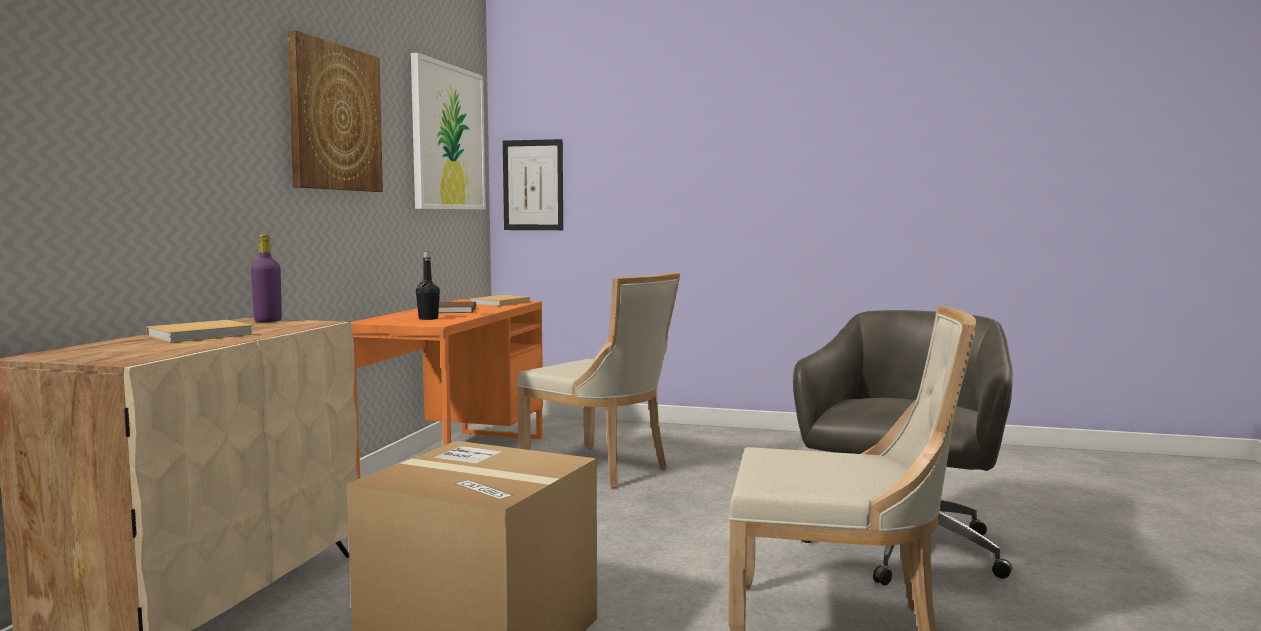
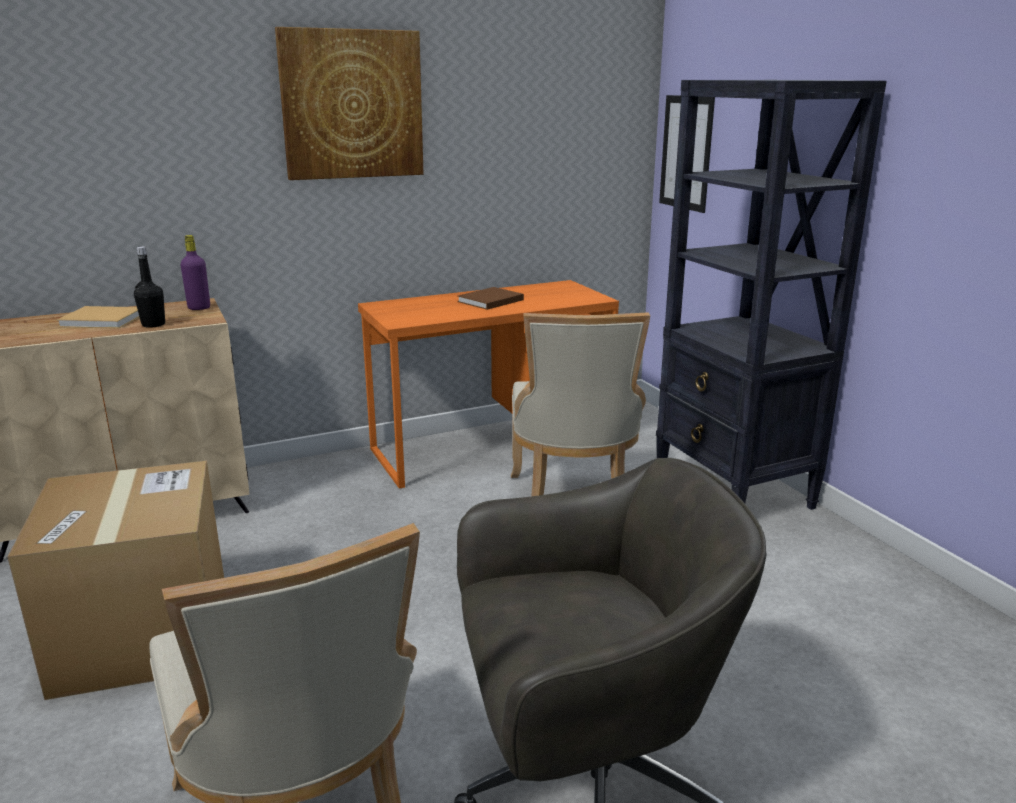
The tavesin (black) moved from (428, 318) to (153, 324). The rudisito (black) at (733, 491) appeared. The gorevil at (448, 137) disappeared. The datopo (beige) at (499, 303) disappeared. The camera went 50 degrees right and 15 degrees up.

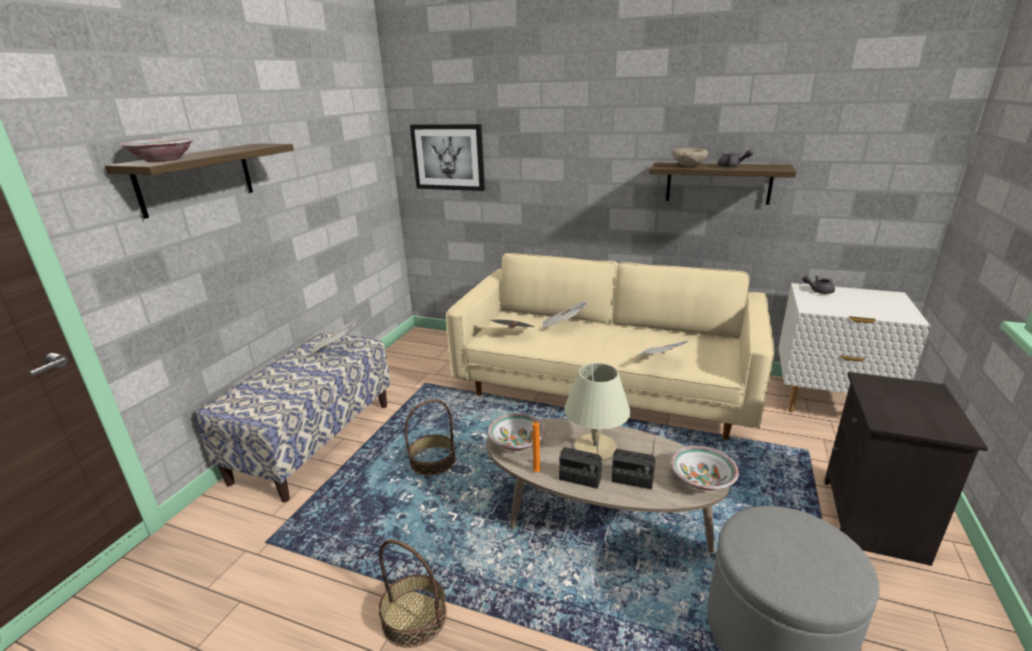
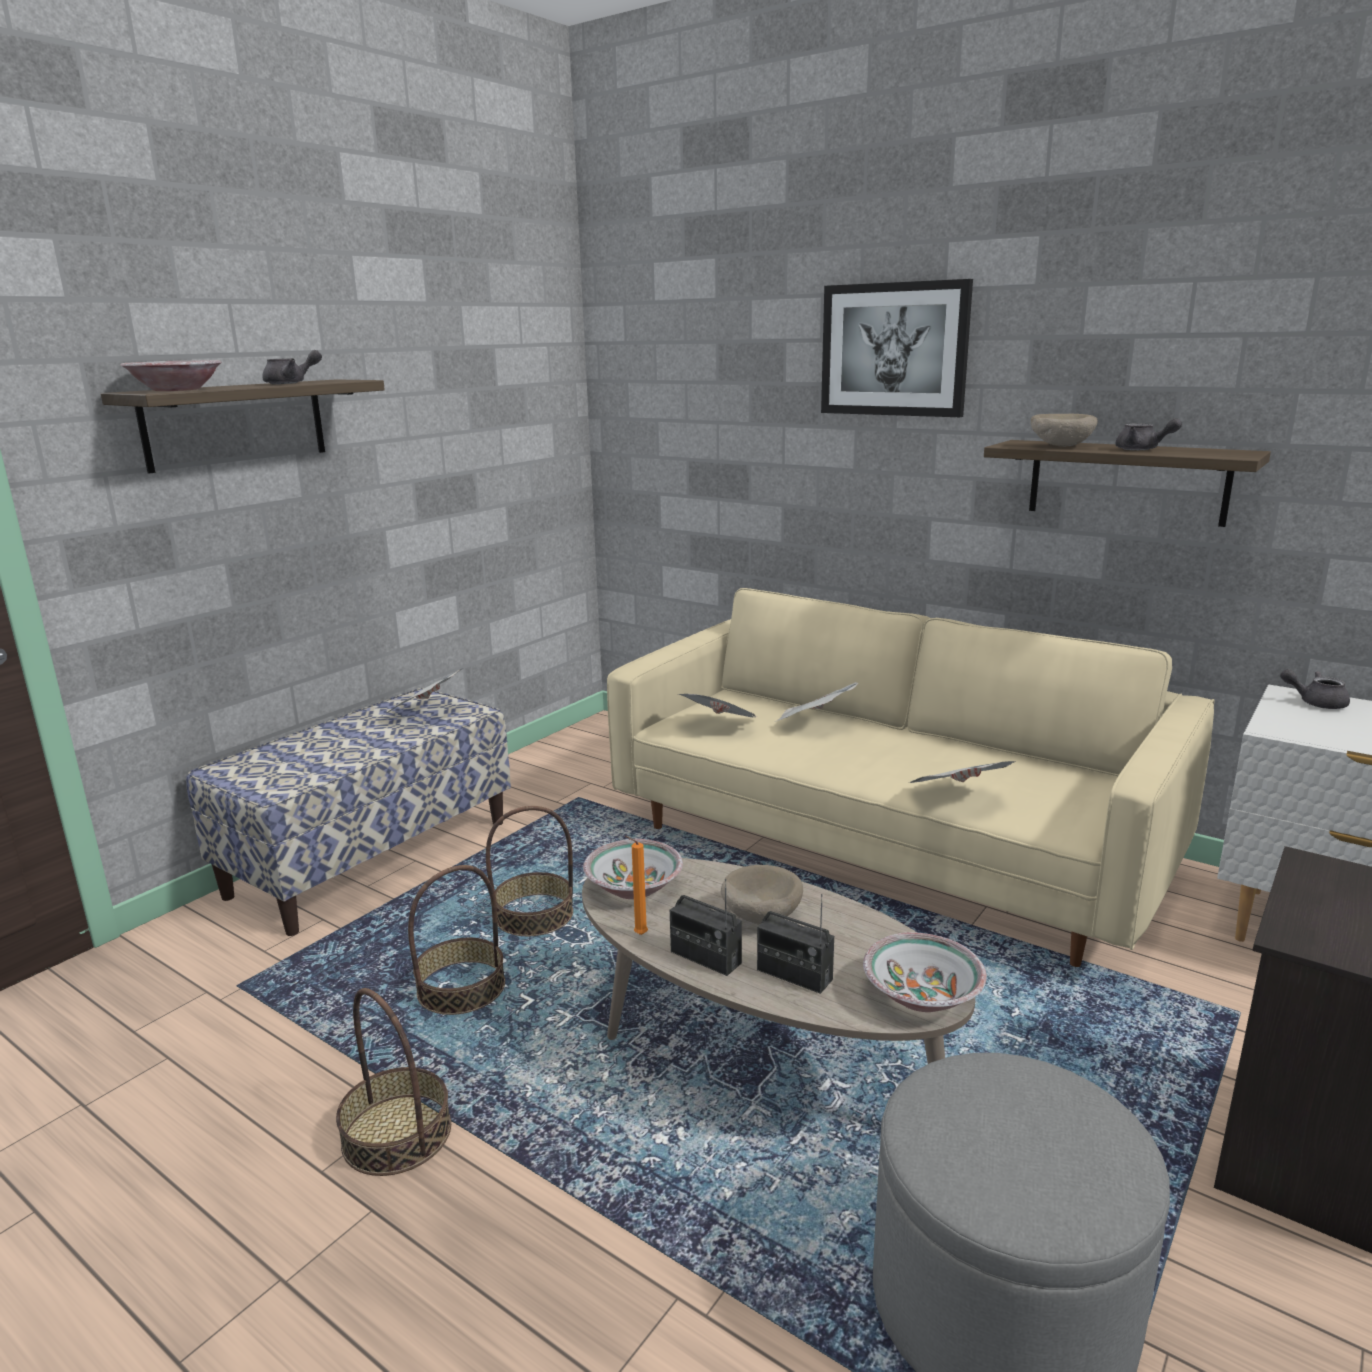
The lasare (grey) at (291, 383) appeared. The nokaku at (461, 988) appeared. The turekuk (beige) at (595, 448) was replaced by the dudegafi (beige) at (760, 916). The gorevil moved from (448, 157) to (894, 349). The camera went 15 degrees right and 5 degrees down.

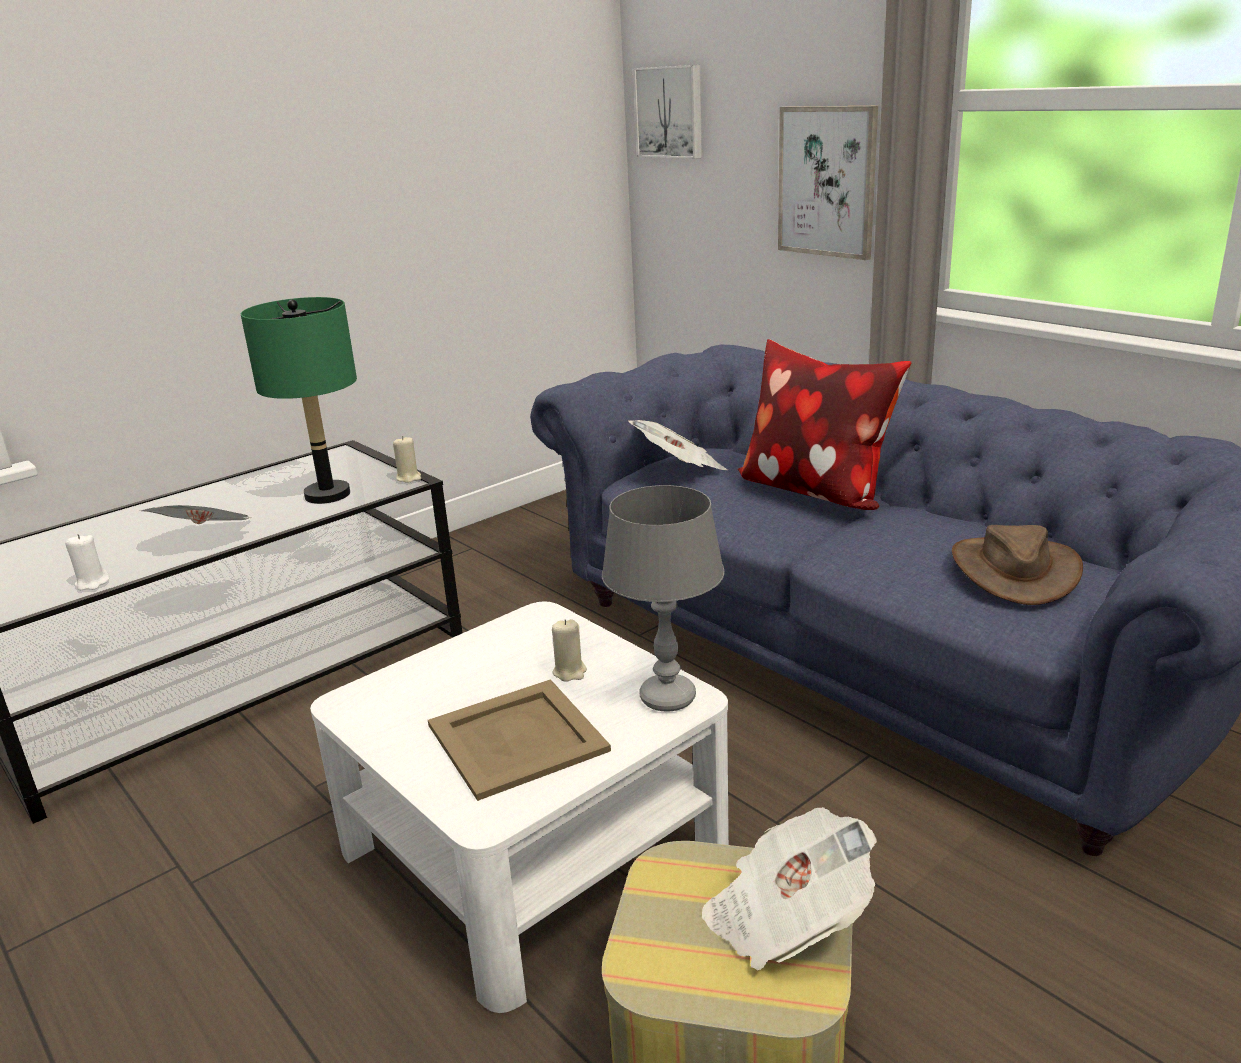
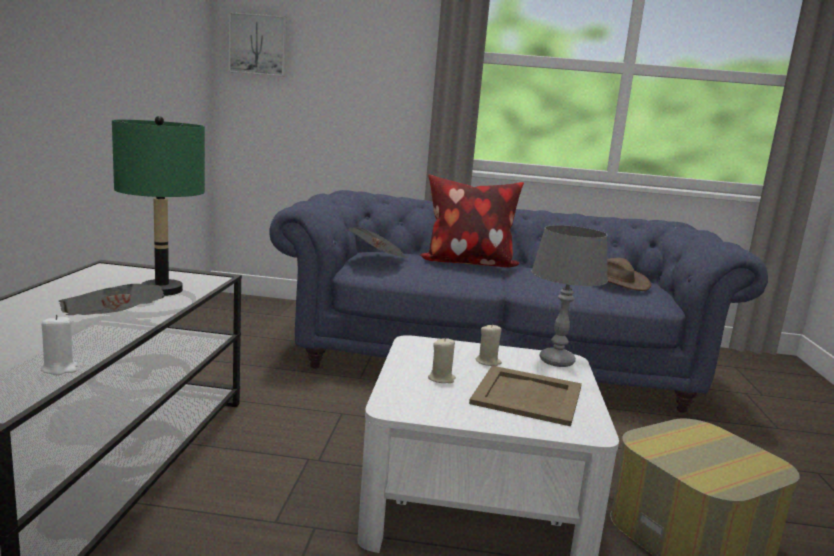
The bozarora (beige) moved from (409, 478) to (441, 379). The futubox at (786, 919) disappeared. The gorevil at (827, 182) disappeared. The camera went 45 degrees left and 10 degrees down.

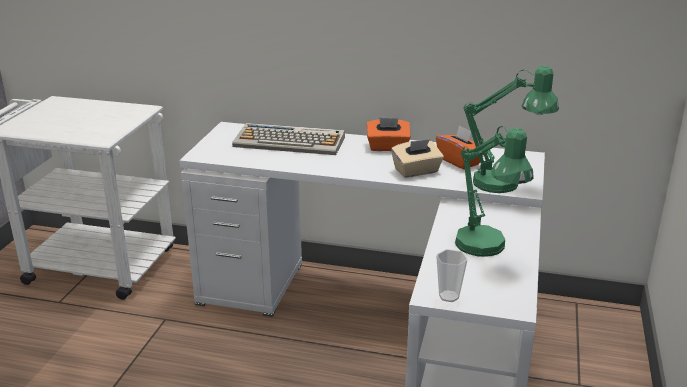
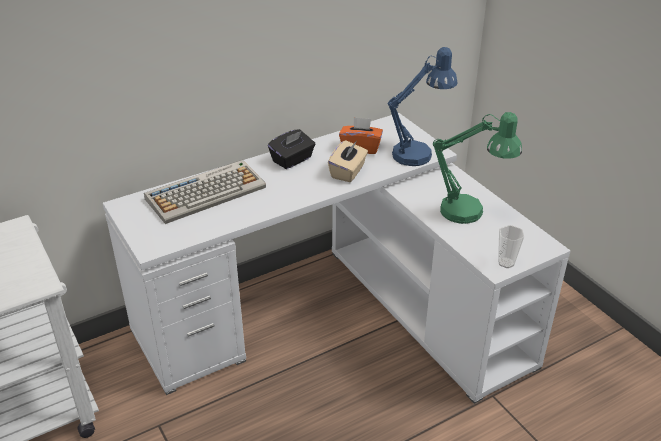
The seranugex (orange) at (388, 147) became the seranugex (black) at (292, 160). The turekuk (green) at (505, 184) became the turekuk (blue) at (418, 153). The camera went 45 degrees left and 10 degrees up.

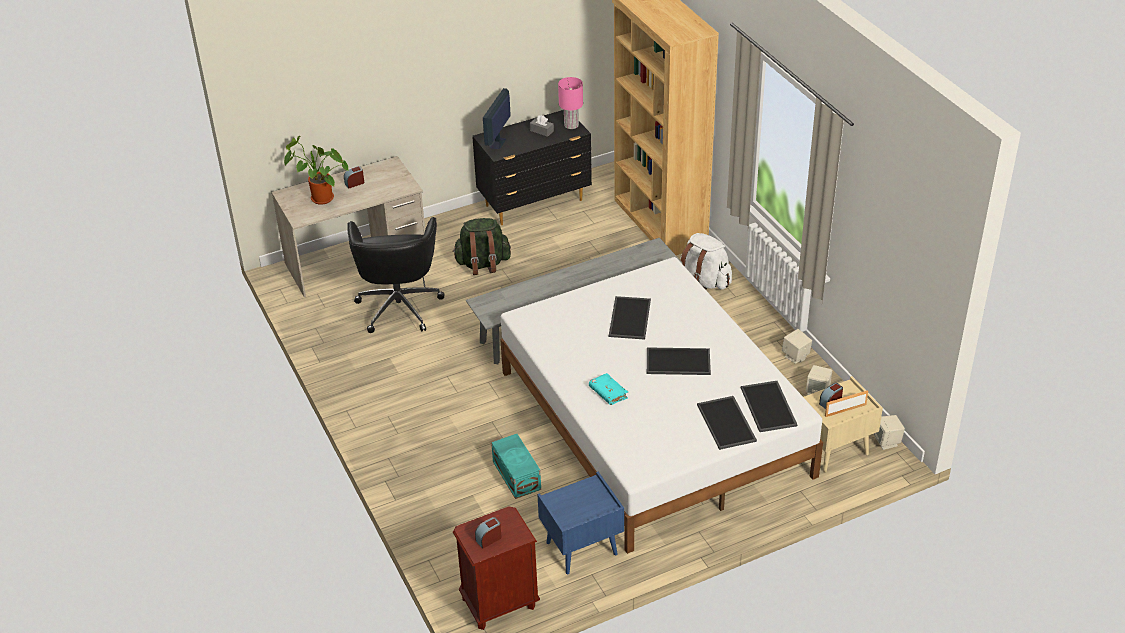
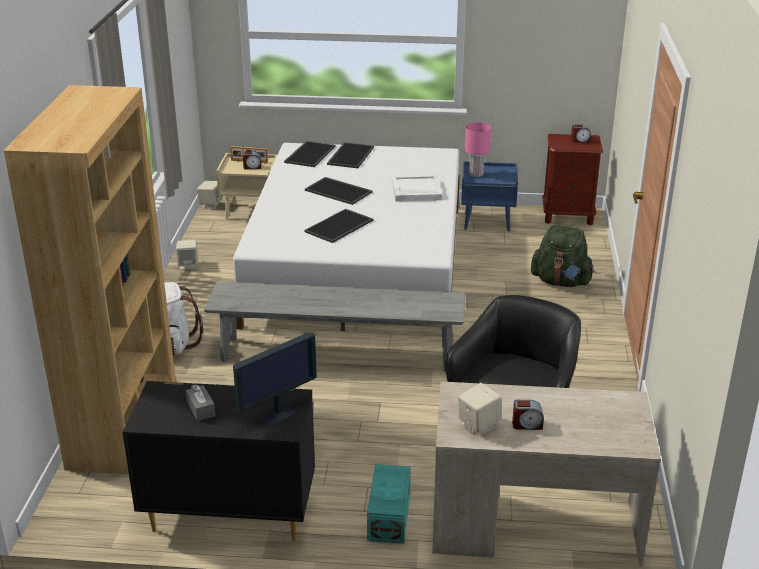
The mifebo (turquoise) moved from (517, 474) to (388, 517). The datopo (turquoise) at (608, 393) was replaced by the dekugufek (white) at (416, 191). The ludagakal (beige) moved from (818, 392) to (478, 425). The turekuk (pink) moved from (571, 125) to (476, 174). The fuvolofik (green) moved from (483, 264) to (561, 282). The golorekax at (319, 199) disappeared. The camera went 150 degrees left and 10 degrees down.

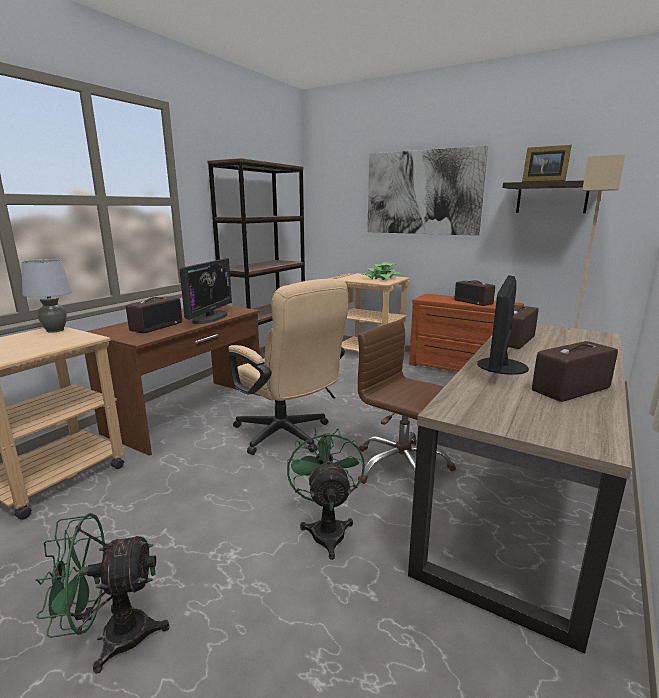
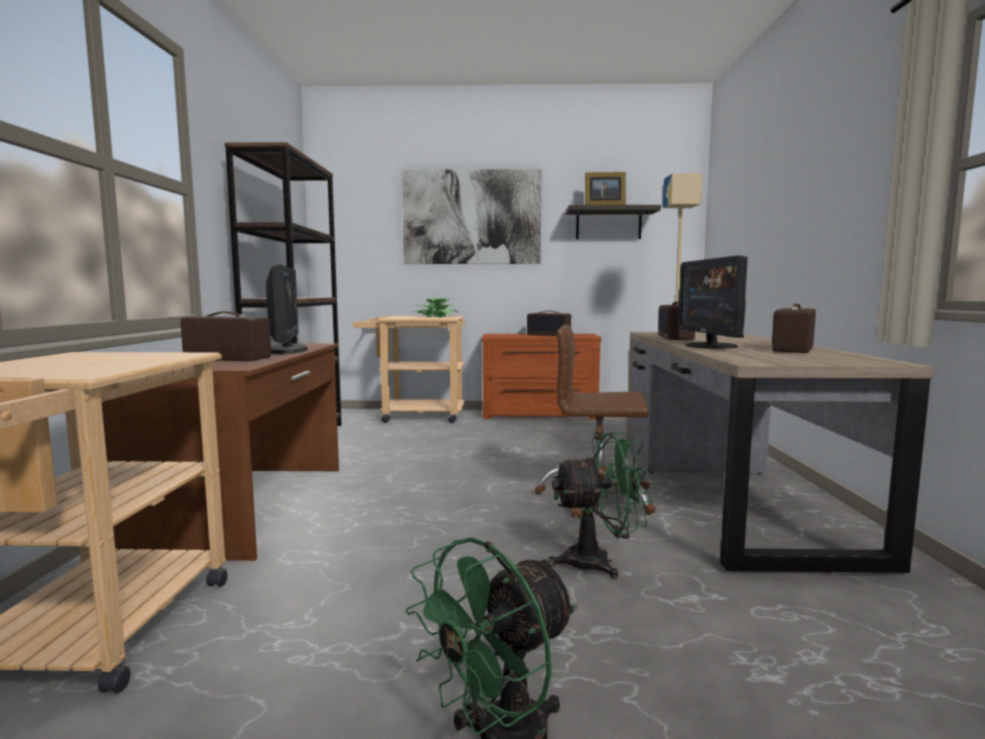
The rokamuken at (156, 326) turned 75 degrees counterclockwise. The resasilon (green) at (327, 529) turned 120 degrees clockwise. The turekuk (grey) at (55, 330) disappeared. The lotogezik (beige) at (287, 436) disappeared. The camera went 30 degrees left and 10 degrees down.

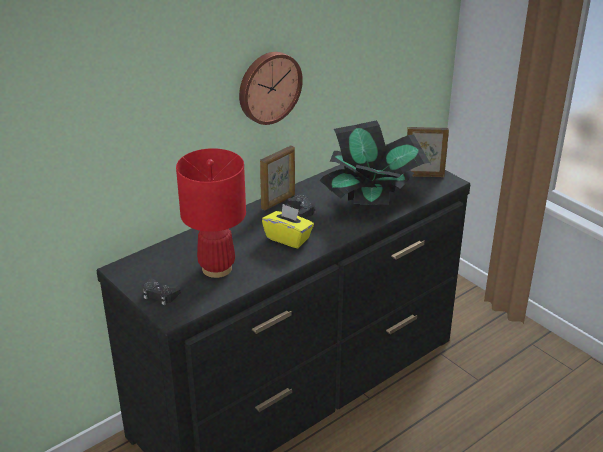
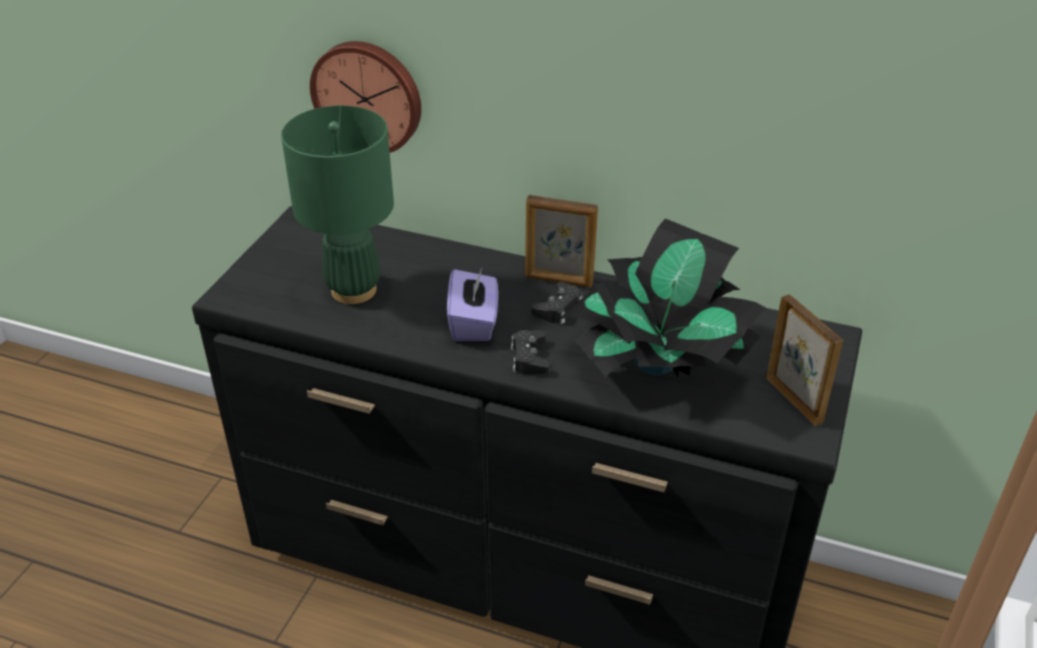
The turekuk (red) at (217, 268) became the turekuk (green) at (354, 290). The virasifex moved from (268, 87) to (368, 96). The seranugex (yellow) at (288, 238) became the seranugex (purple) at (474, 323). The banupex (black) moved from (160, 295) to (529, 358). The camera went 60 degrees right and 5 degrees up.

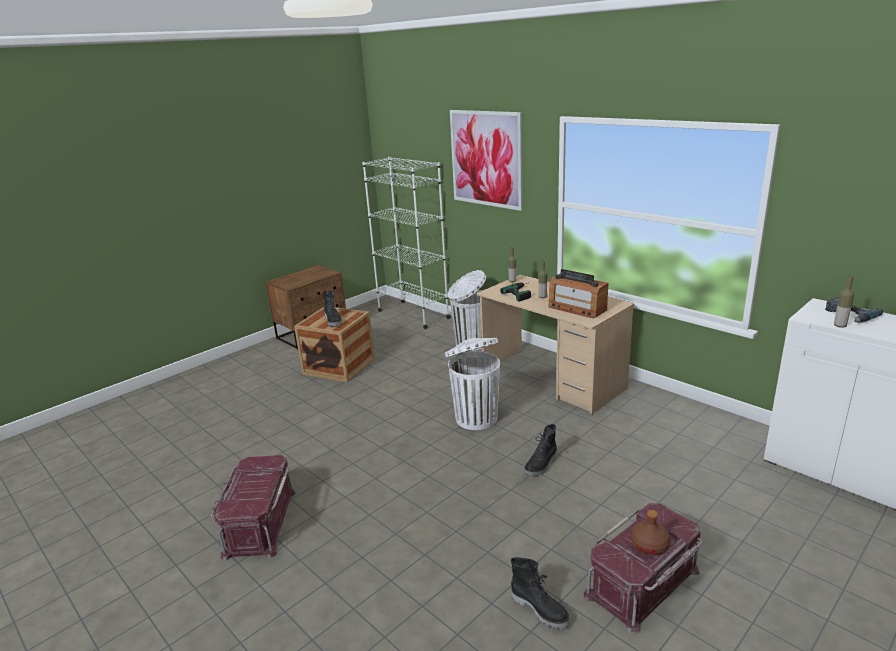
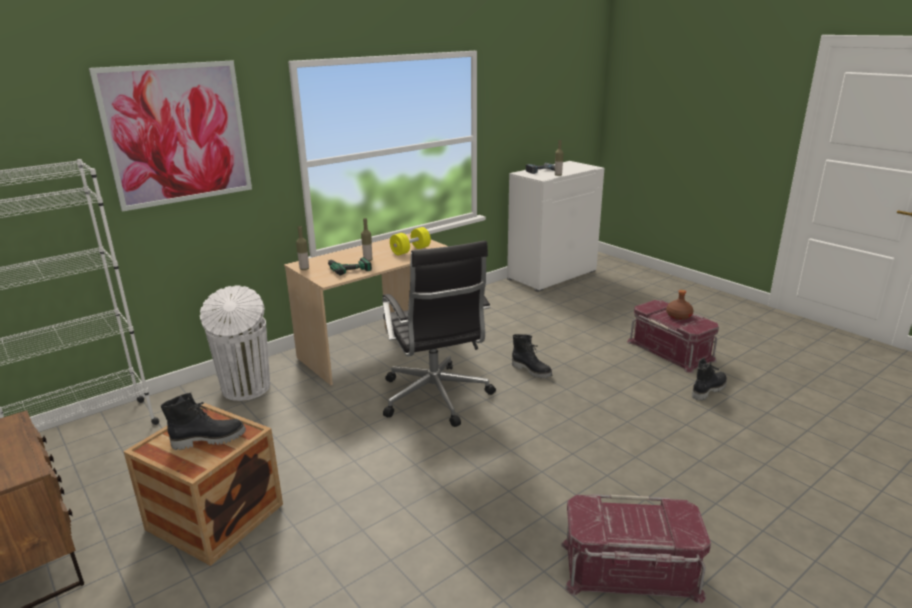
The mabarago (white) at (475, 417) was replaced by the lotogezik (black) at (436, 398). The rokamuken at (577, 308) was replaced by the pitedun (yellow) at (410, 250). The camera went 85 degrees left and 0 degrees up.

